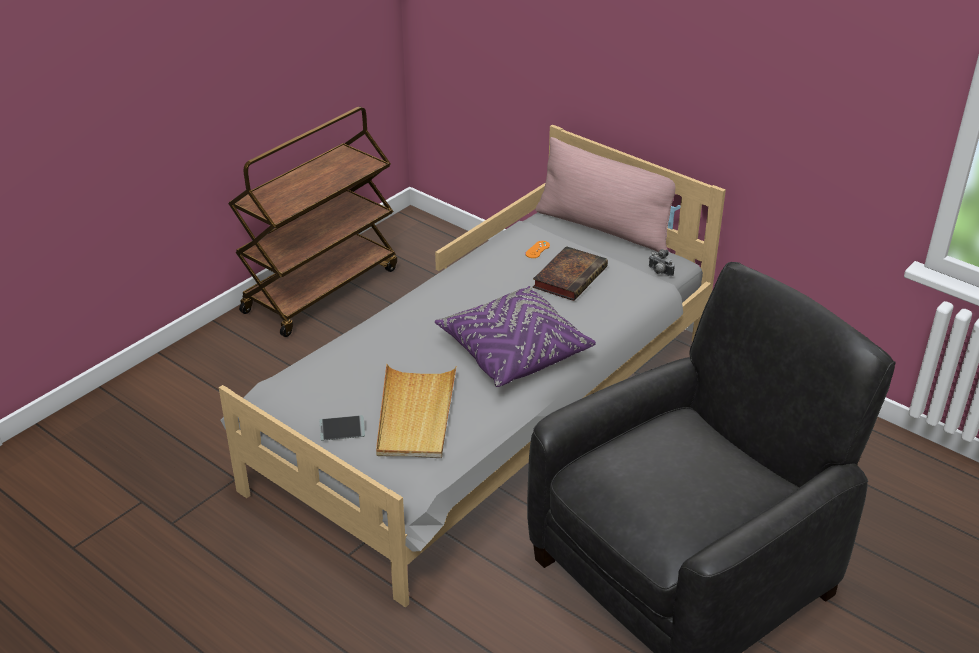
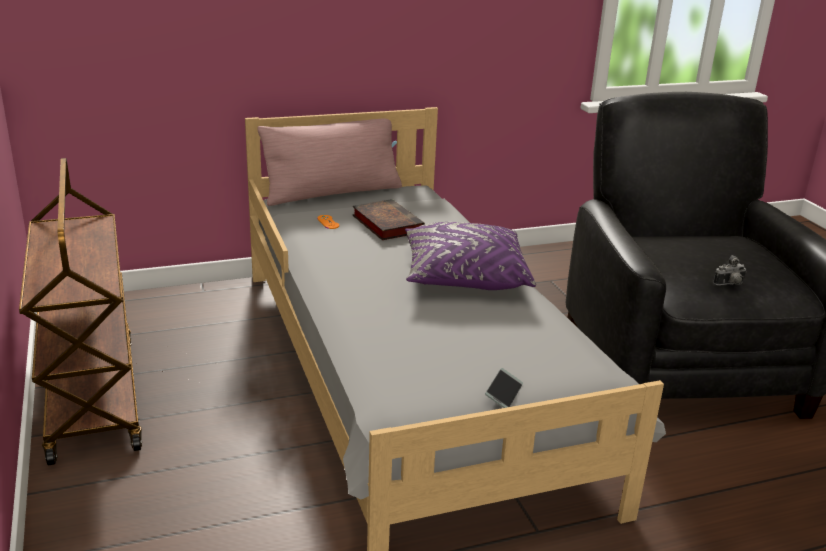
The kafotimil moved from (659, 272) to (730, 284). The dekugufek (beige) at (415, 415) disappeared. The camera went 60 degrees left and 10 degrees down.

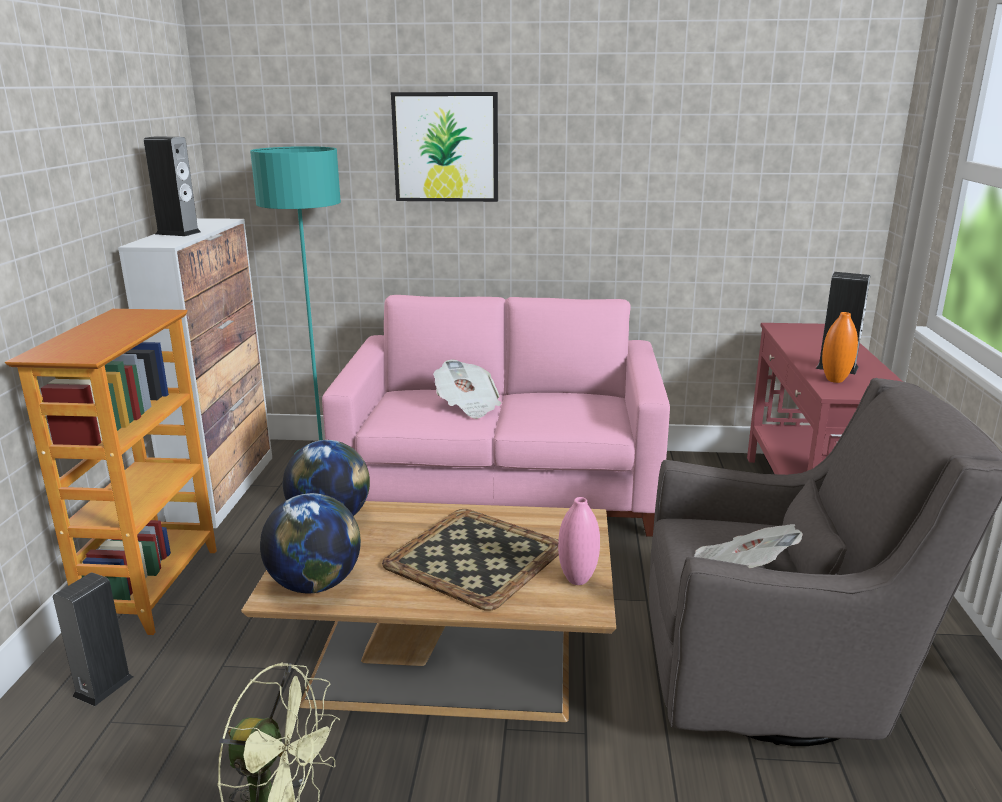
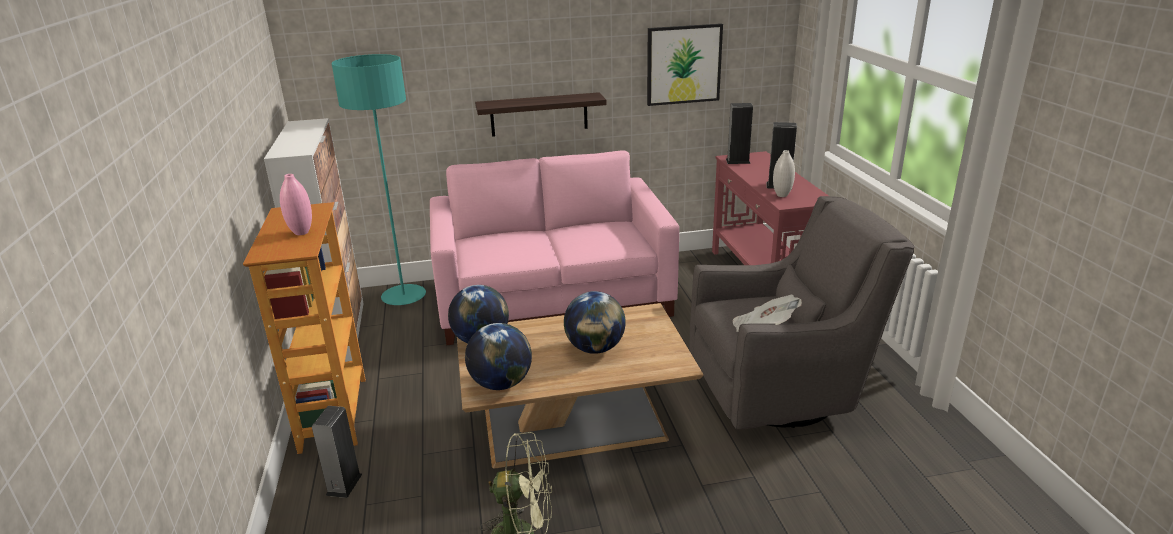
The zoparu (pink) moved from (577, 579) to (301, 232). The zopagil at (539, 114) appeared. The dekugufek at (475, 558) was replaced by the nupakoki at (595, 348). The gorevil moved from (446, 147) to (683, 64). The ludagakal moved from (178, 233) to (738, 161). The zoparu (orange) at (835, 380) became the zoparu (white) at (782, 195). The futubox at (467, 406) disappeared. The camera went 15 degrees left and 5 degrees up.

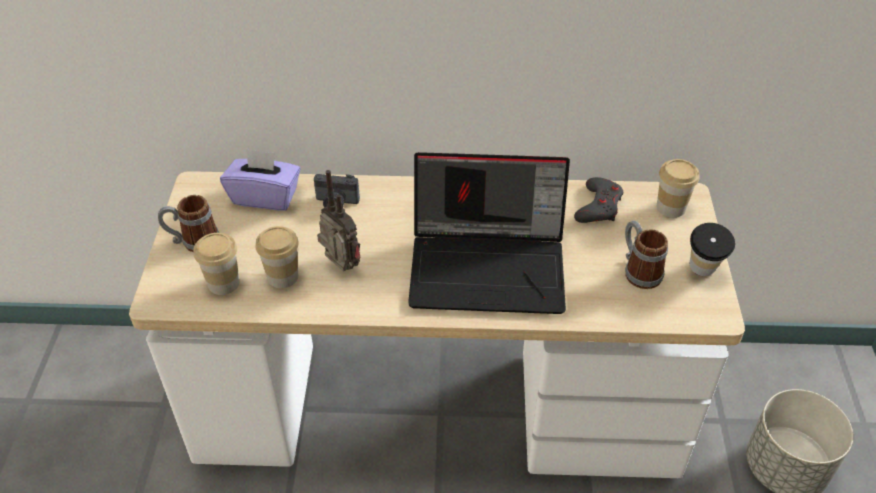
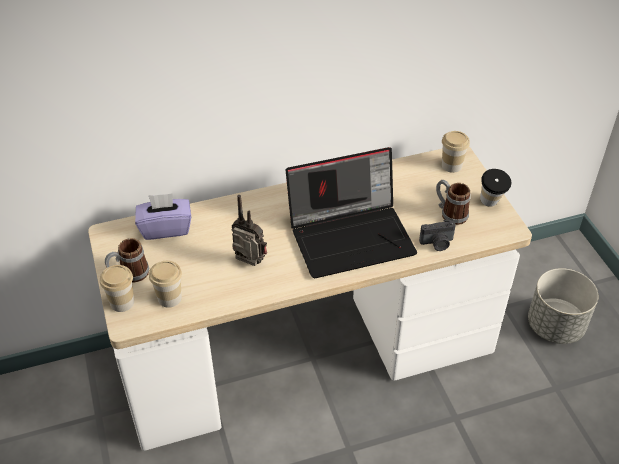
The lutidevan moved from (282, 276) to (122, 302). The kafotimil moved from (336, 203) to (437, 243). The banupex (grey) at (599, 206) disappeared. The camera went 20 degrees left and 0 degrees up.

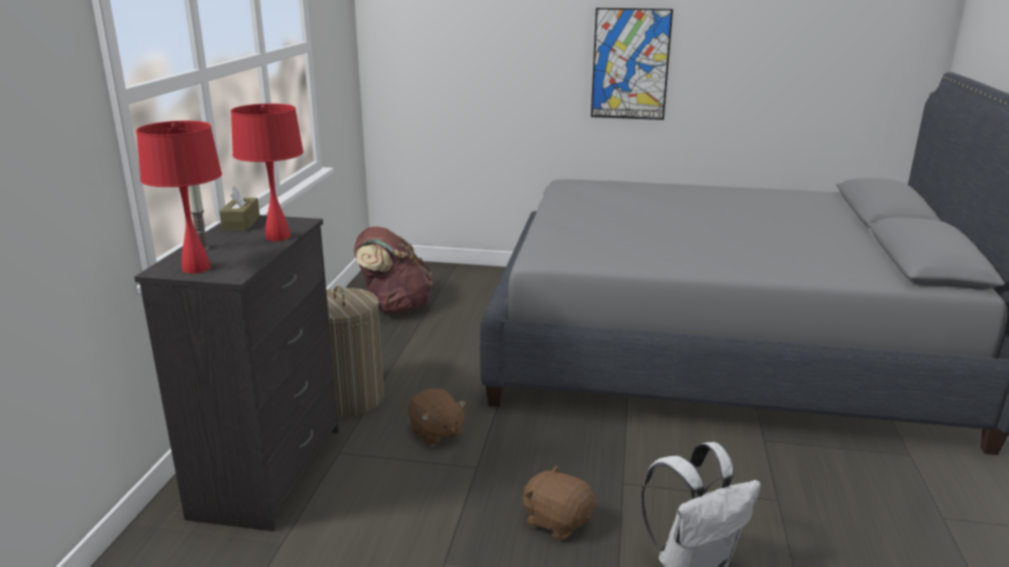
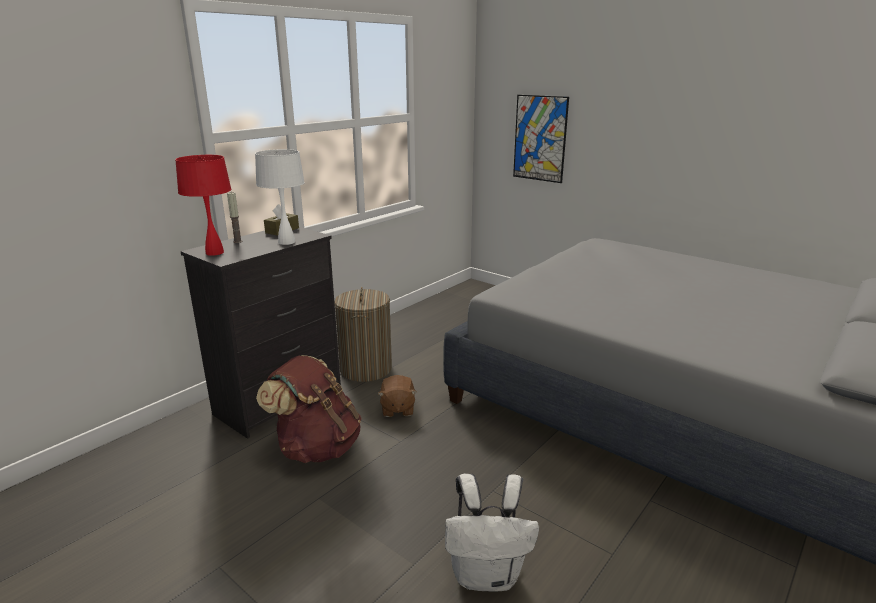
The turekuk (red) at (277, 237) became the turekuk (white) at (286, 242). The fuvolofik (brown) moved from (394, 307) to (317, 447). The gorevil moved from (630, 64) to (540, 138). The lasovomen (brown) at (557, 521) disappeared. The camera went 30 degrees right and 0 degrees up.

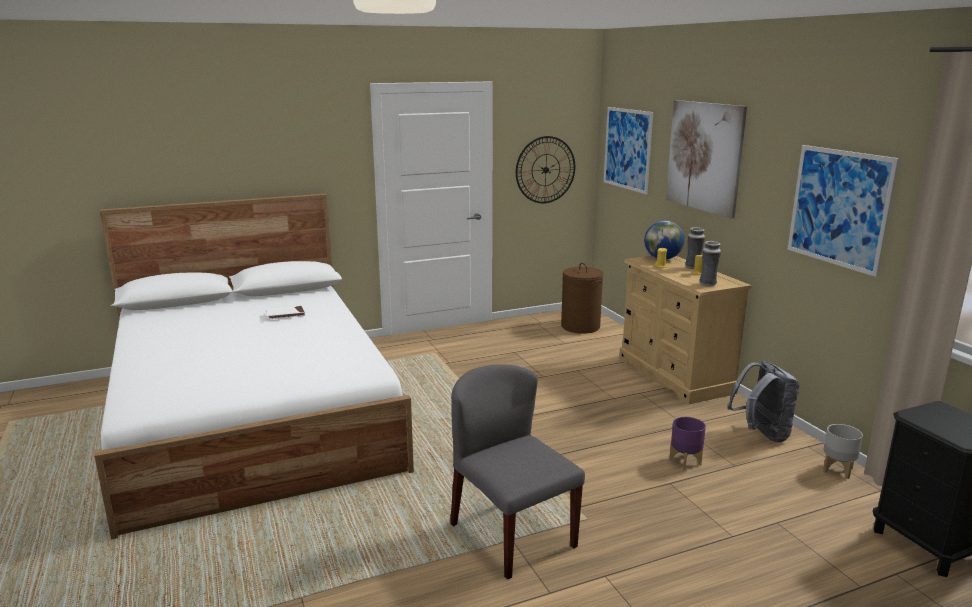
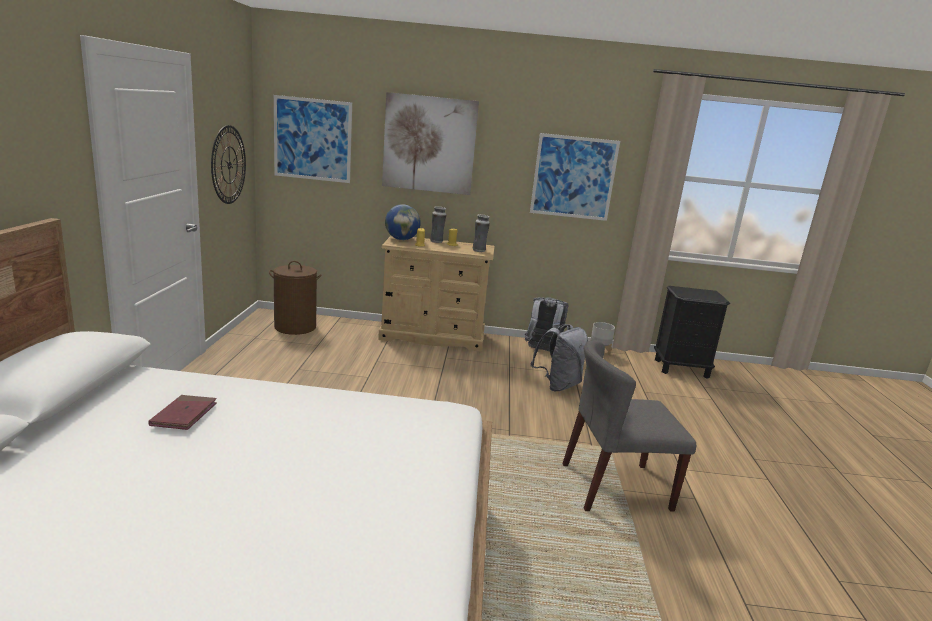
The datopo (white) at (285, 314) became the datopo (red) at (184, 415). The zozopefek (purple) at (685, 462) was replaced by the fuvolofik (grey) at (558, 385). The camera went 65 degrees left and 0 degrees up.

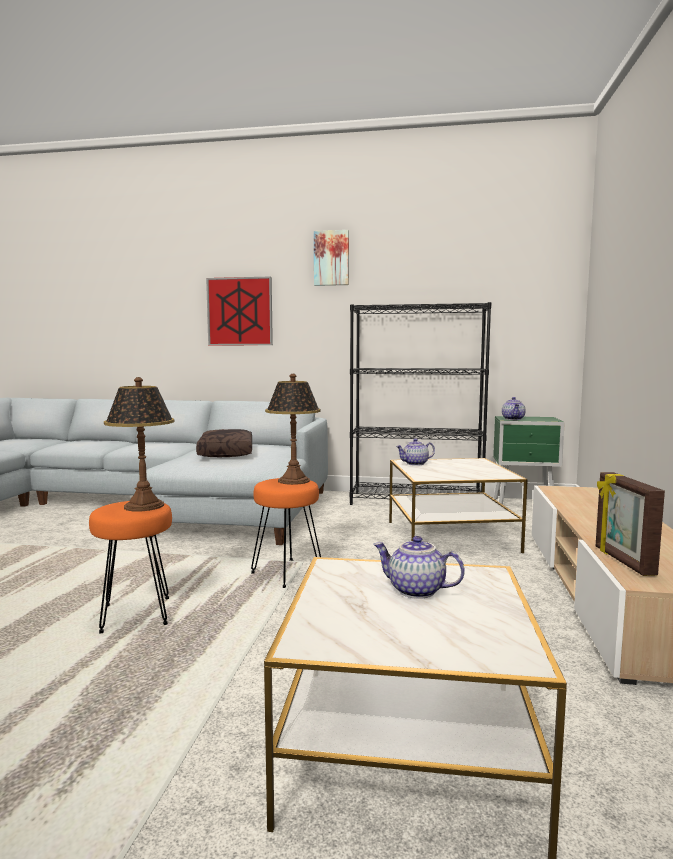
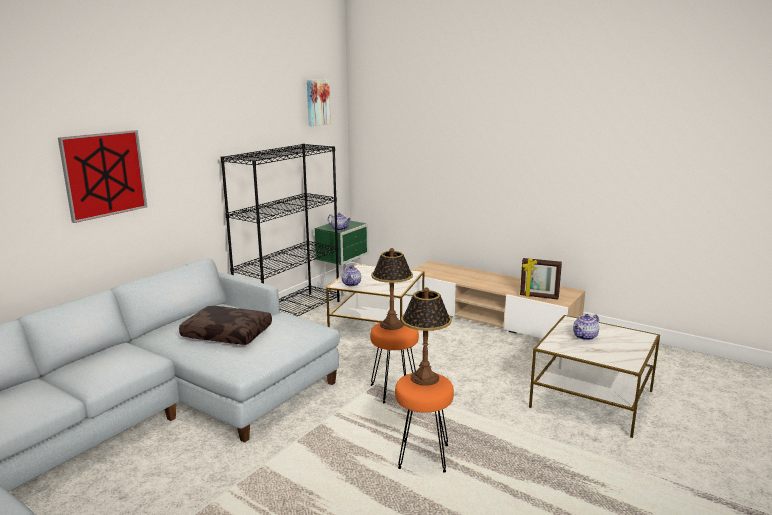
The gorevil moved from (331, 258) to (317, 102). The camera went 65 degrees left and 10 degrees up.

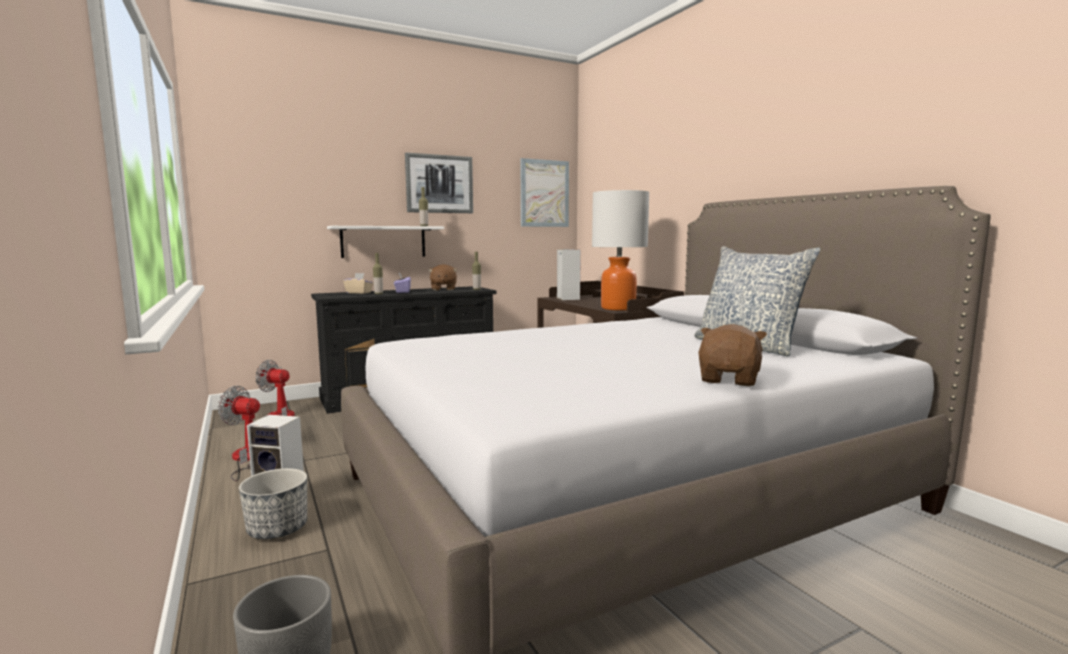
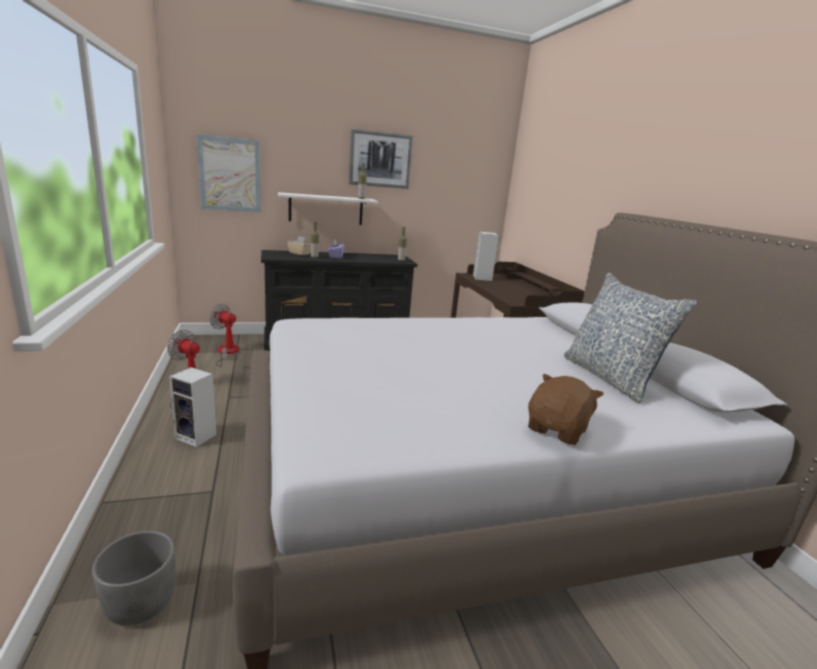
The gorevil moved from (544, 193) to (230, 174). The zozopefek at (277, 529) disappeared. The lasovomen (brown) at (443, 289) disappeared. The turekuk at (618, 308) disappeared. The camera went 10 degrees right and 10 degrees up.

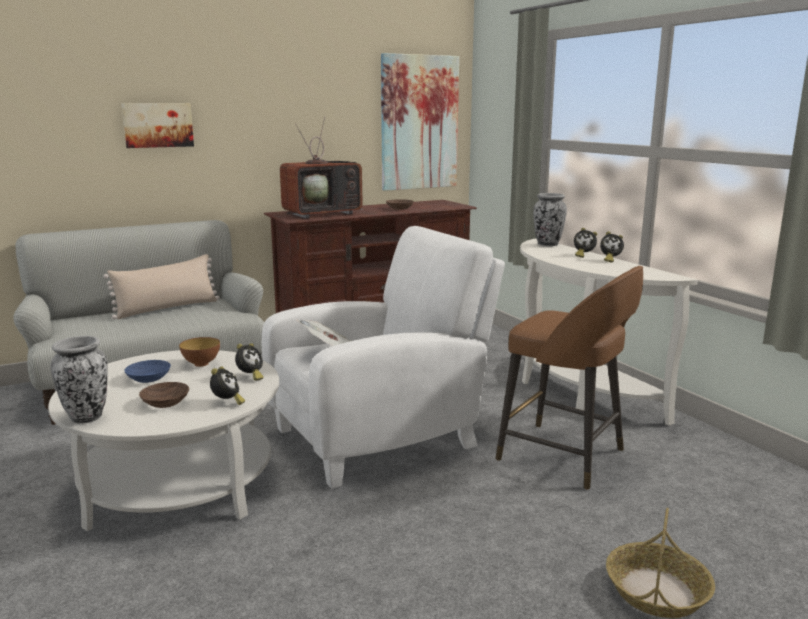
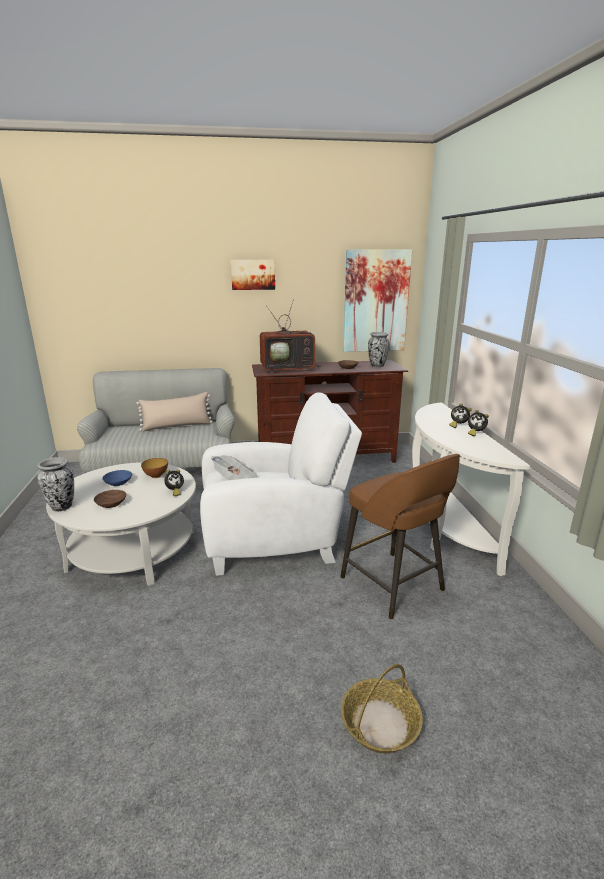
The gorevil moved from (158, 125) to (253, 274). The zoparu moved from (547, 244) to (377, 366). The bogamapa at (227, 402) disappeared. The camera went 20 degrees right and 5 degrees up.

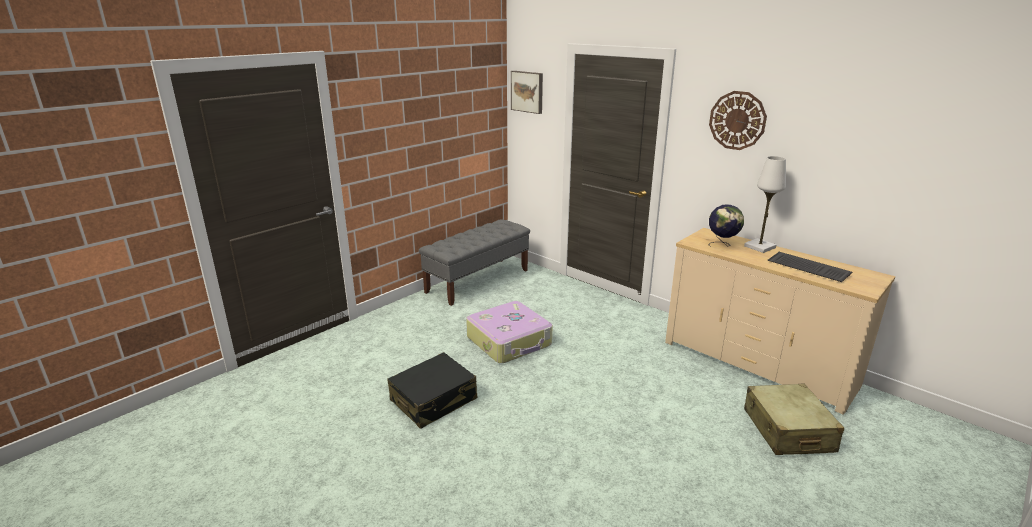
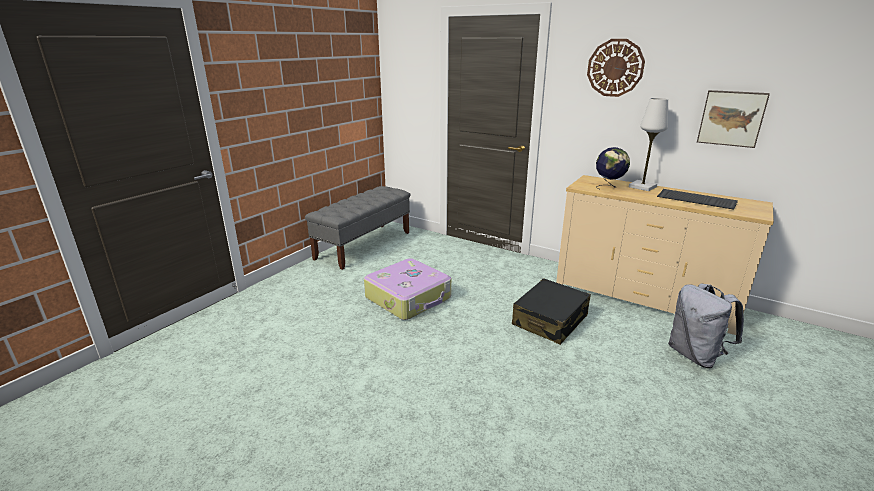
The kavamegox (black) moved from (434, 400) to (550, 320). The kavamegox (beige) at (787, 430) was replaced by the fuvolofik (grey) at (695, 355). The gorevil moved from (527, 91) to (731, 118). The camera went 10 degrees left and 0 degrees up.

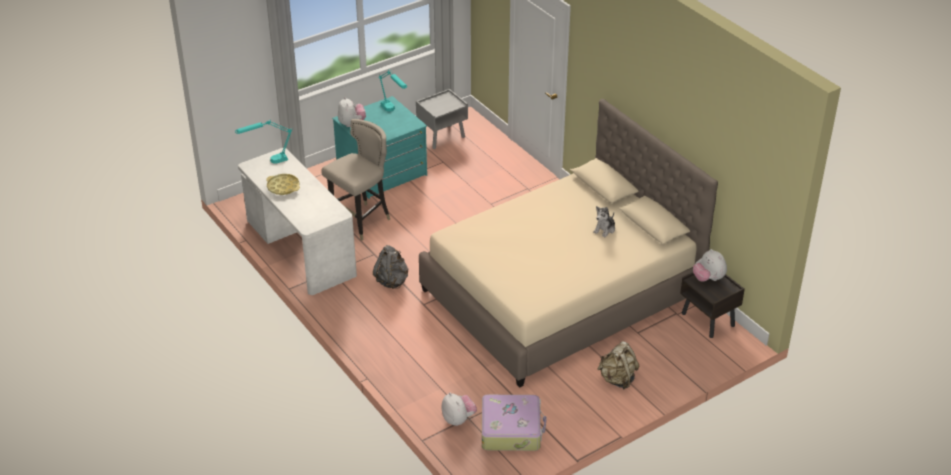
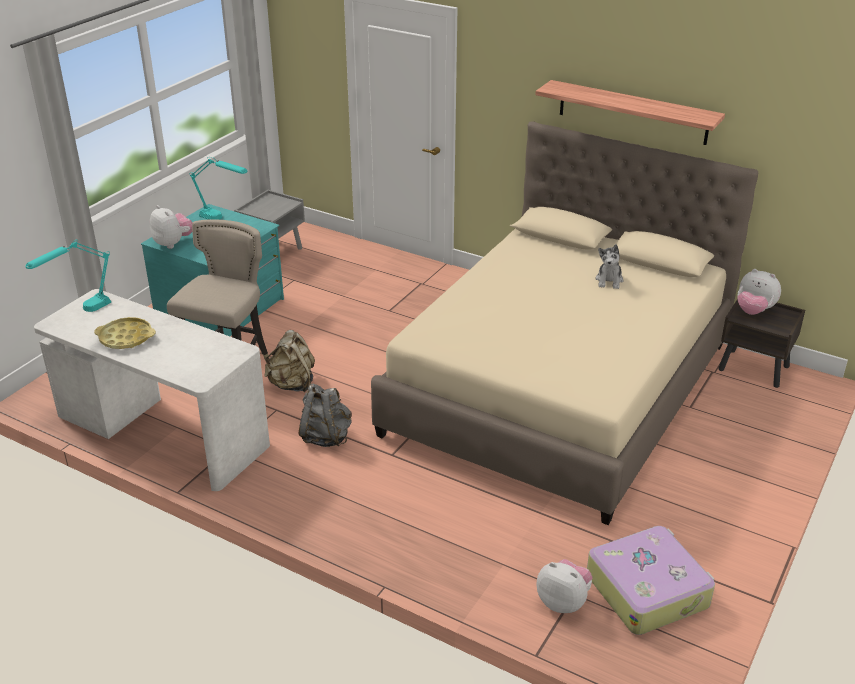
The fuvolofik (beige) moved from (617, 379) to (292, 384). The zopagil at (632, 112) appeared. The camera went 25 degrees left and 5 degrees down.

